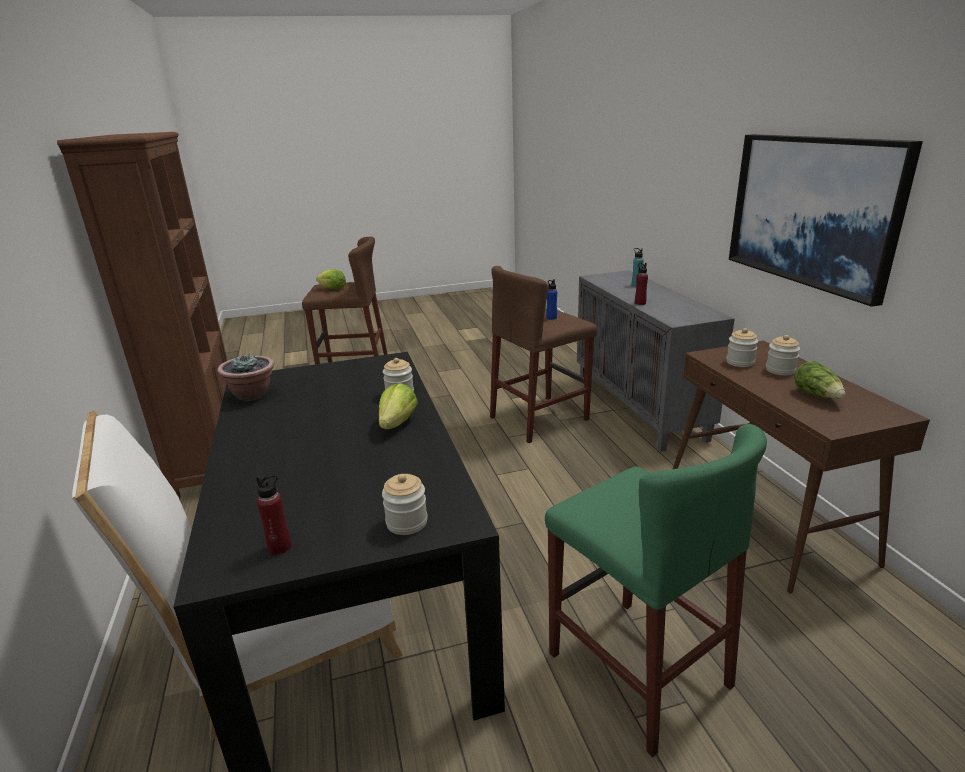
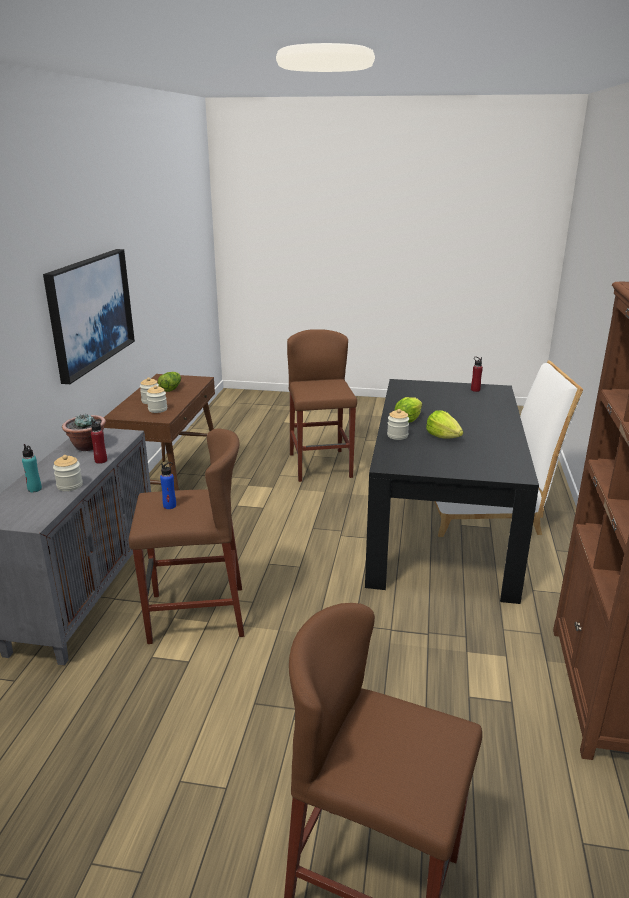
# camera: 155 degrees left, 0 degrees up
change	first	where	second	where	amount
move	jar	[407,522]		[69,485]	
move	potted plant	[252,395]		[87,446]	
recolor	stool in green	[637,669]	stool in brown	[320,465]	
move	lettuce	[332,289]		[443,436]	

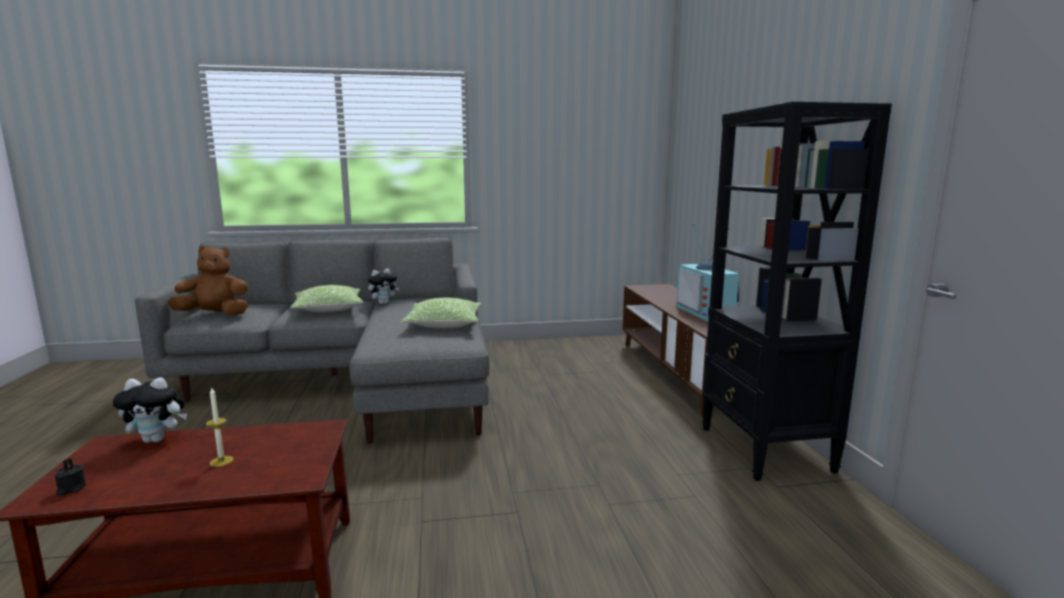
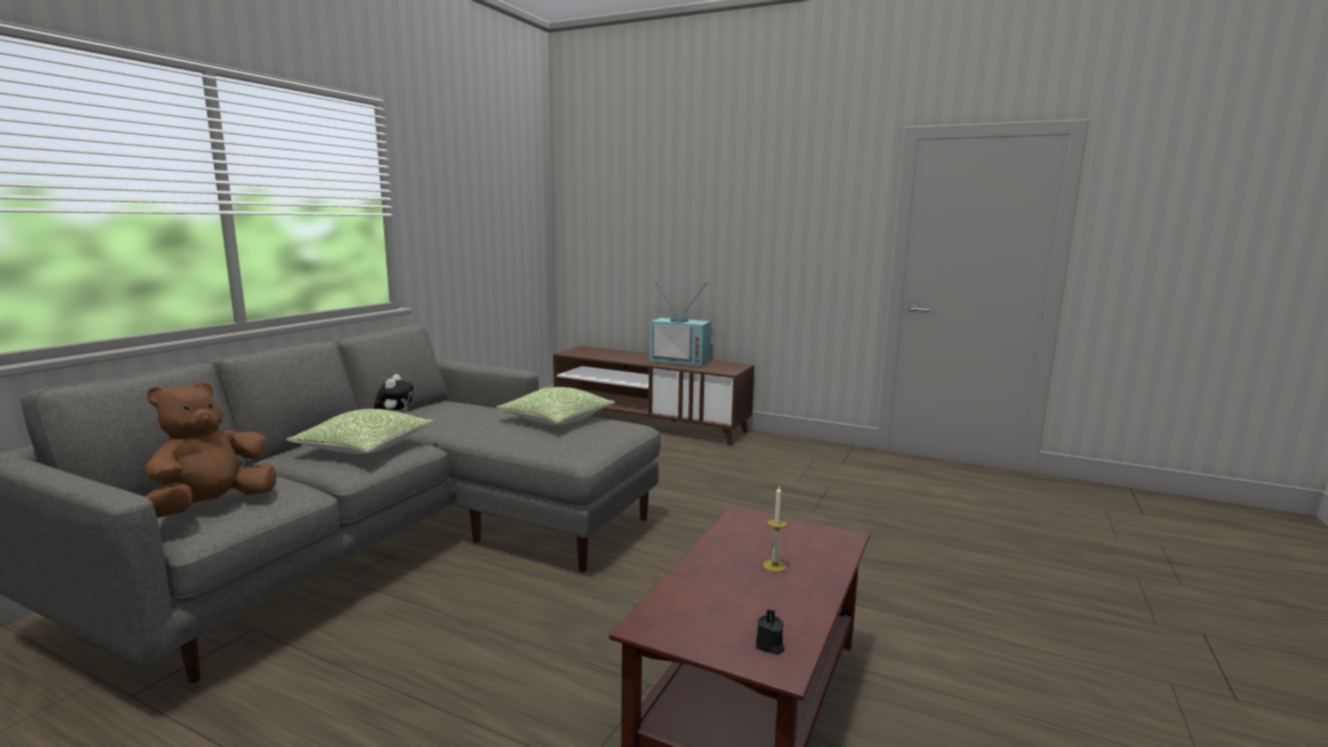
# camera: 55 degrees left, 0 degrees up
change	first	where	second	where	amount
delete	plush toy	[157,439]			
delete	bookcase in black	[765,450]			

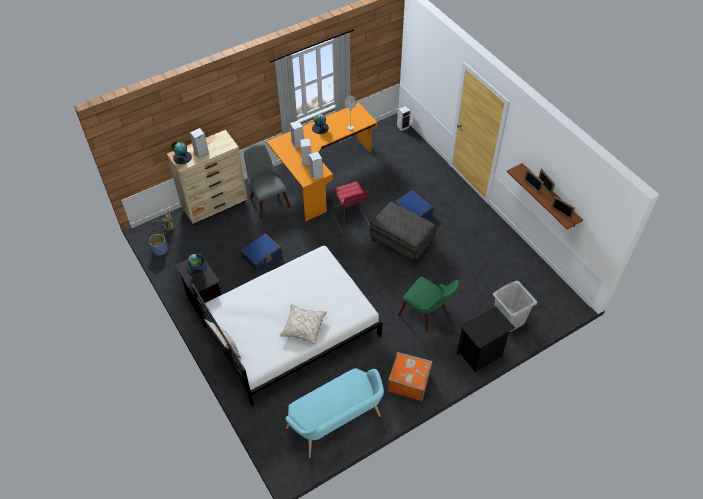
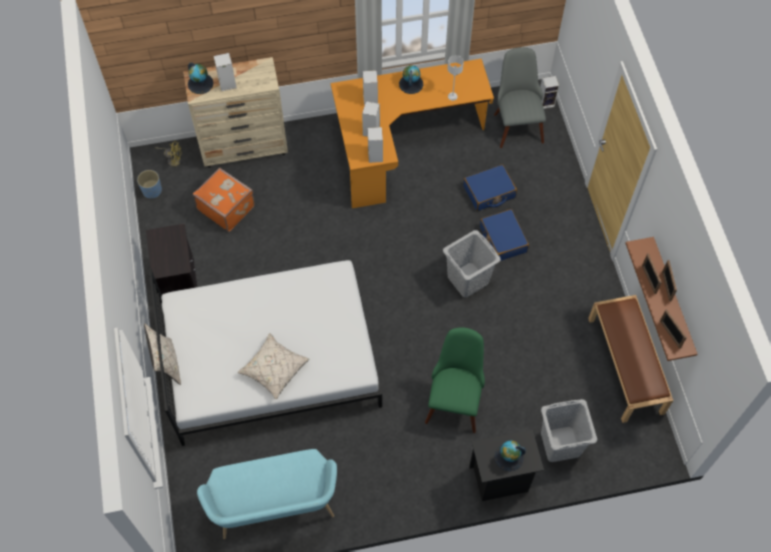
# camera: 20 degrees right, 10 degrees up
change	first	where	second	where	amount
move	suitcase in orange	[408,382]		[226,207]	
rotate	chair in green	[427,314]		[455,397]	135 degrees counterclockwise
replace	ottoman in grey	[402,241]	laundry basket in grey	[468,280]	
move	suitcase in blue	[261,255]		[489,192]	
move	chair in grey	[267,199]		[516,122]	
move	globe	[196,268]		[509,457]	
insert			bench in brown	[626,366]	
delete	stool in red	[351,221]			

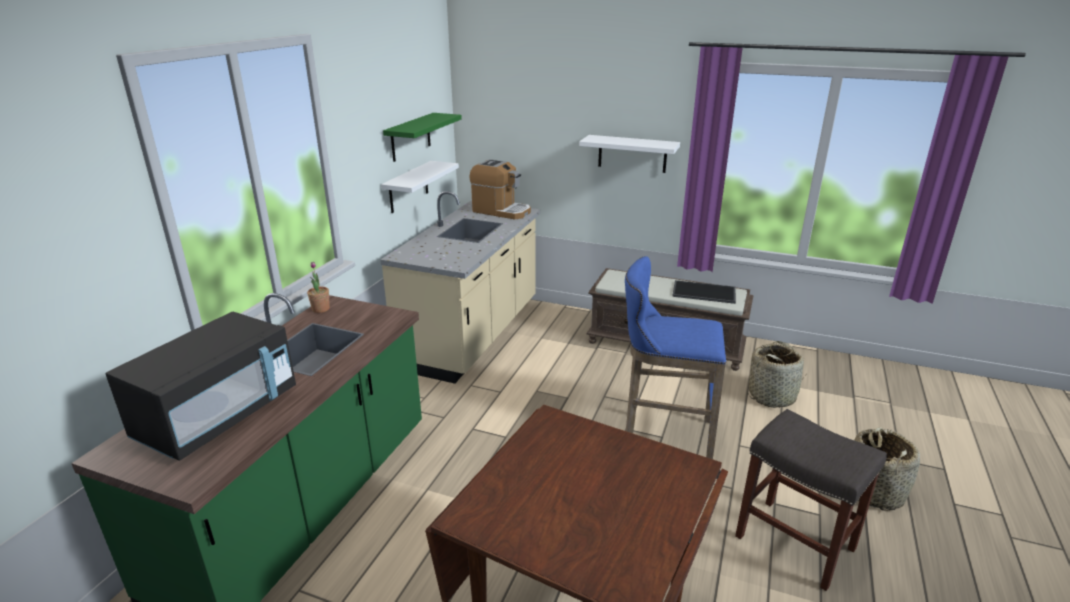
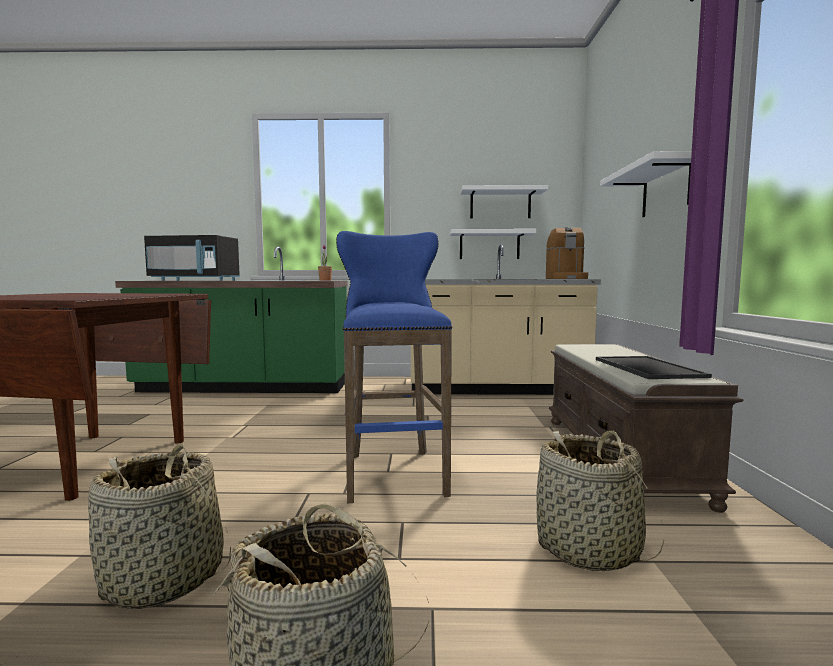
# camera: 70 degrees right, 20 degrees down
change	first	where	second	where	amount
replace	stool in grey	[796,543]	basket	[164,579]	
recolor	shelf in green	[410,137]	shelf in white	[500,204]	

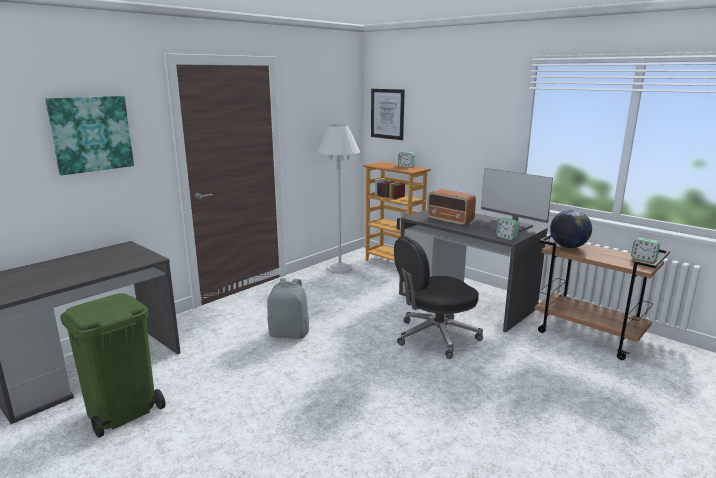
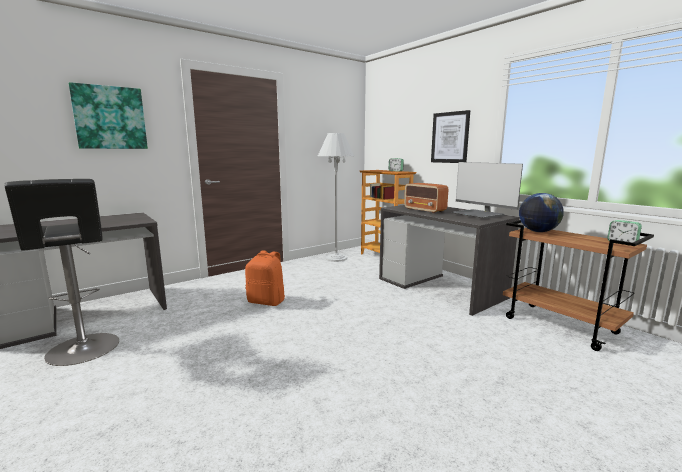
# camera: 10 degrees right, 5 degrees down
change	first	where	second	where	amount
replace	trash can in green	[121,411]	stool in black	[84,350]	
recolor	backpack in grey	[289,333]	backpack in orange	[267,301]	
move	picture	[387,114]		[450,137]	
delete	office chair in black	[435,336]			
delete	alarm clock	[506,237]			

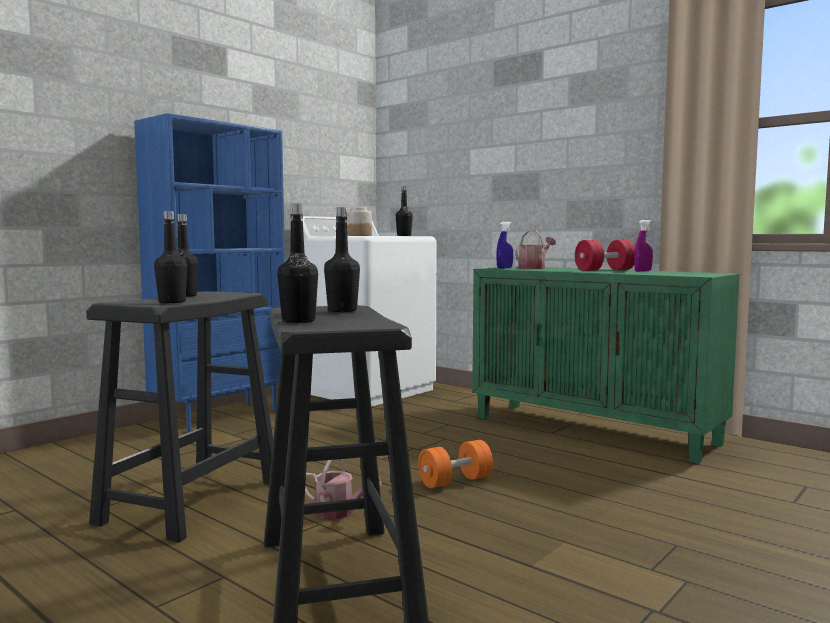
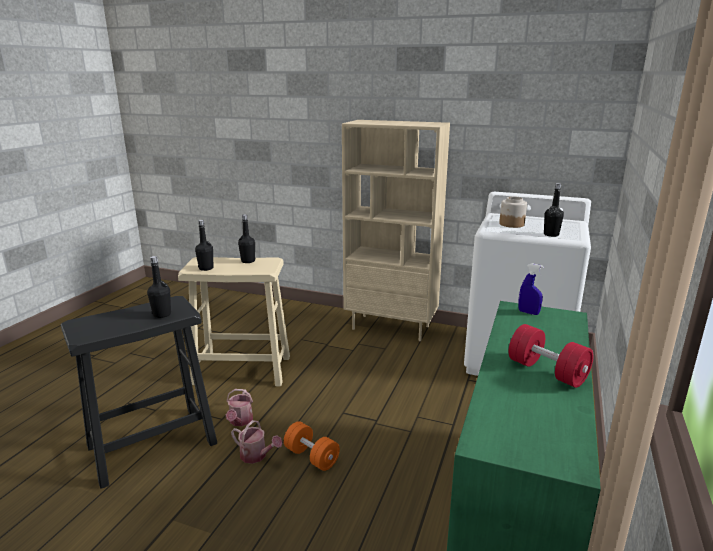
# camera: 70 degrees right, 15 degrees up
change	first	where	second	where	amount
recolor	stool in black	[193,501]	stool in beige	[243,370]	
move	watering can	[534,268]		[256,456]	
recolor	bookcase in blue	[220,416]	bookcase in beige	[391,327]	
delete	bottle in black	[298,321]			
delete	spray bottle in purple	[643,271]			

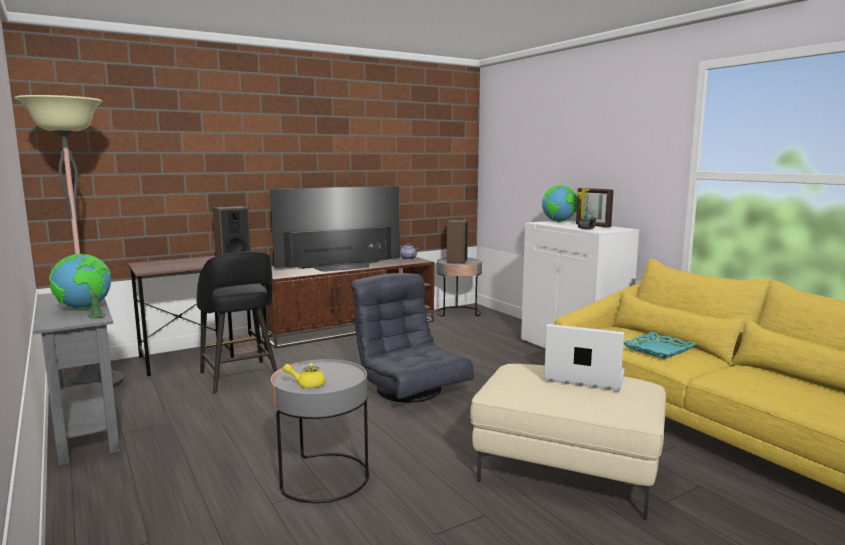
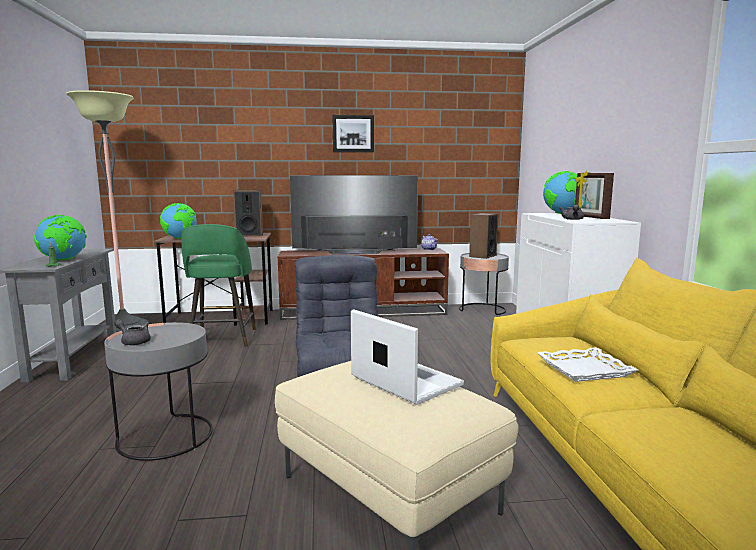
# camera: 25 degrees right, 0 degrees up
change	first	where	second	where	amount
recolor	teapot in yellow	[307,384]	teapot in grey	[133,341]	
insert			globe	[180,238]	
recolor	stool in black	[240,377]	stool in green	[222,339]	
insert			picture	[353,134]	
recolor	tray in turquoise	[658,350]	tray in white	[585,370]	

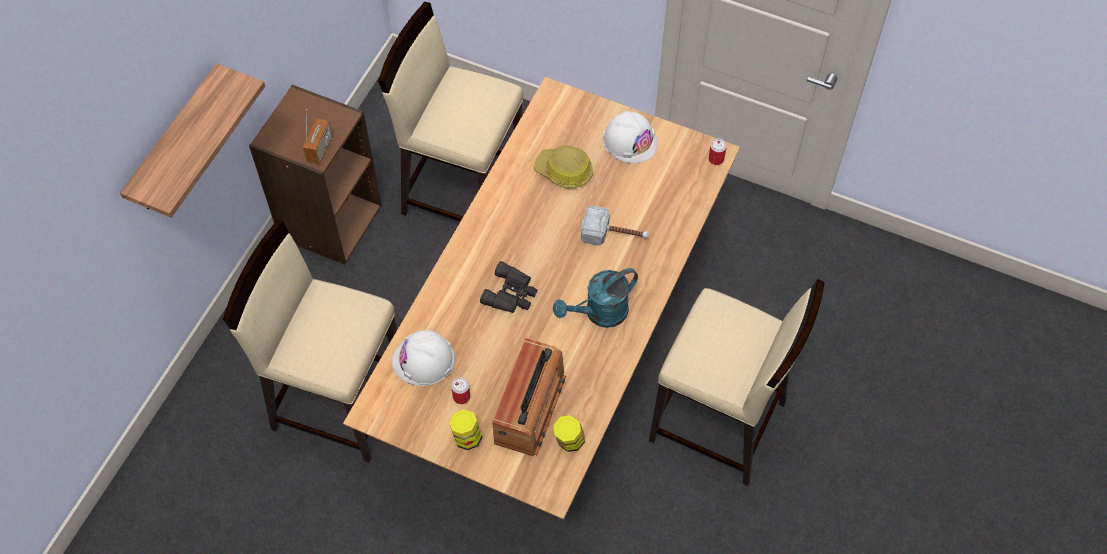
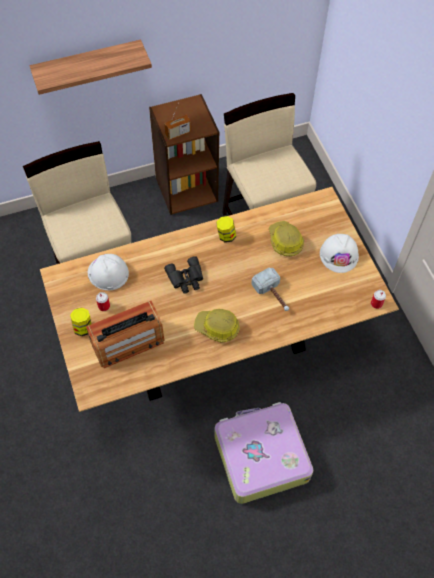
# camera: 45 degrees right, 0 degrees up
change	first	where	second	where	amount
replace	watering can in turquoise	[599,314]	hard hat	[217,328]	
replace	stool in beige	[718,423]	suitcase	[260,456]	
move	jar	[569,441]		[226,236]	

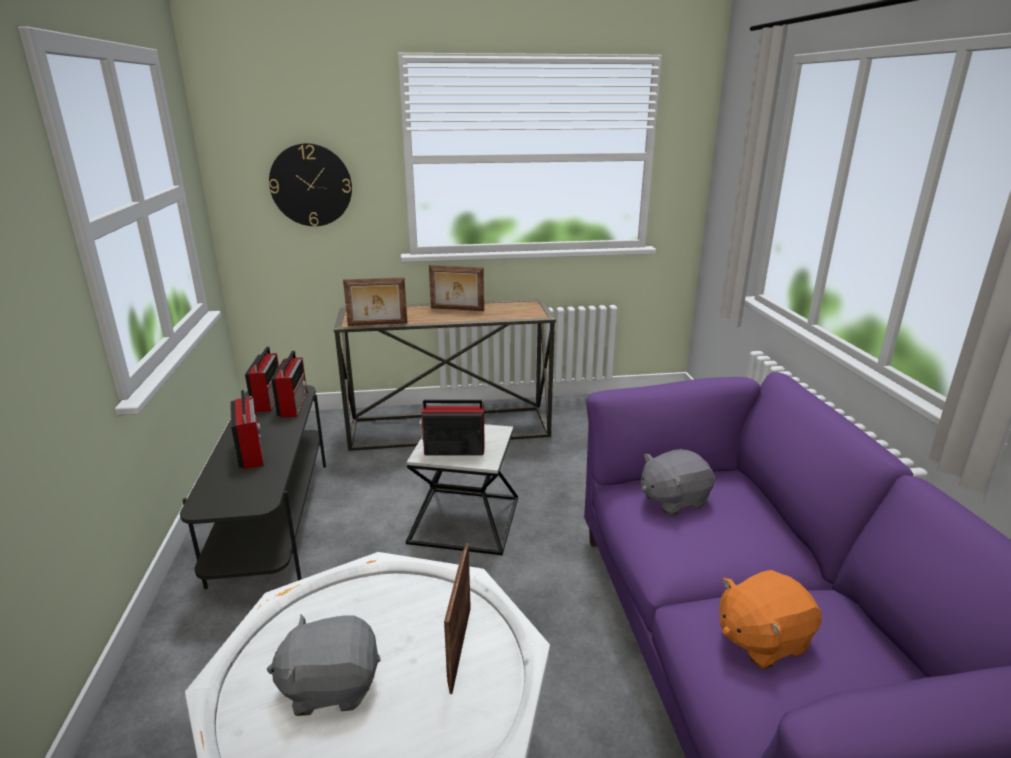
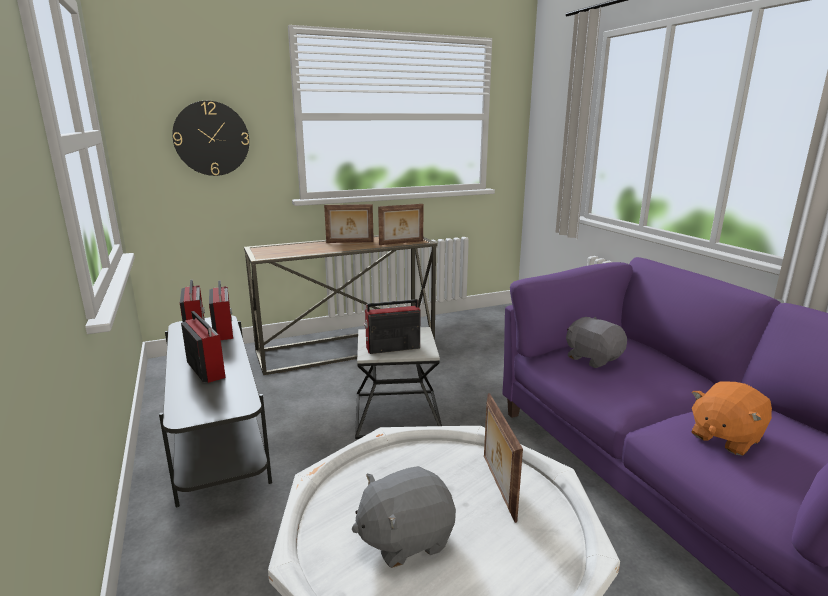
# camera: 15 degrees left, 5 degrees down
change	first	where	second	where	amount
move	picture frame	[377,324]		[401,243]	
rotate	plush toy in grey	[673,500]		[593,358]	90 degrees clockwise

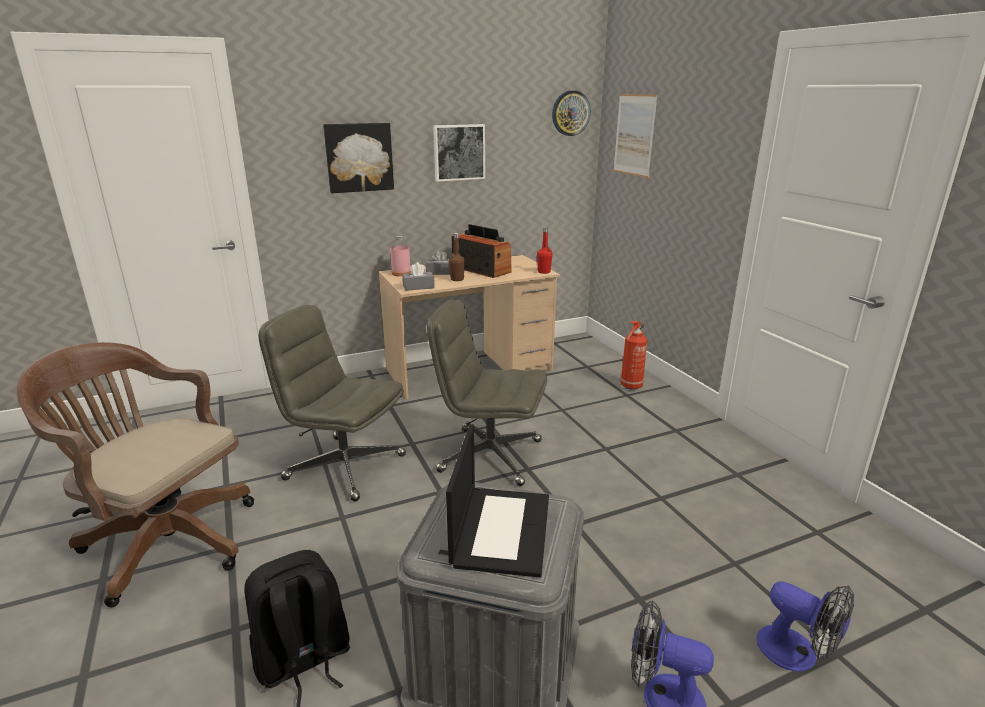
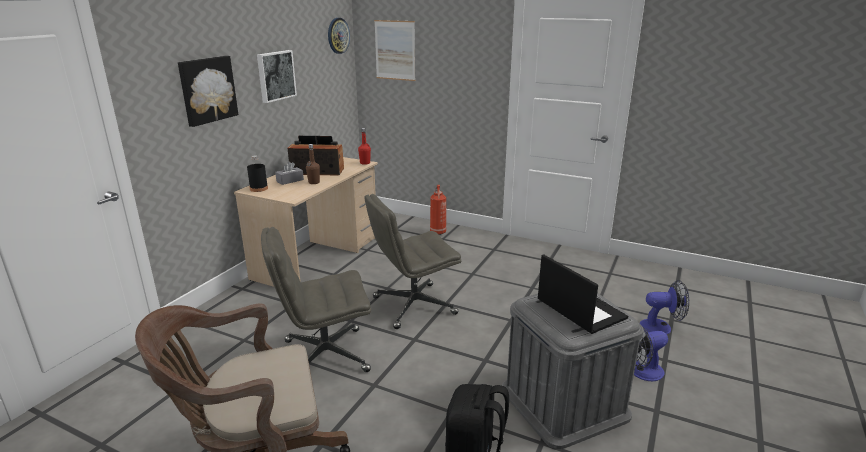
# camera: 40 degrees left, 0 degrees up
change	first	where	second	where	amount
recolor	bottle in pink	[401,273]	bottle in black	[259,188]	
delete	tissue box in grey	[418,287]			

